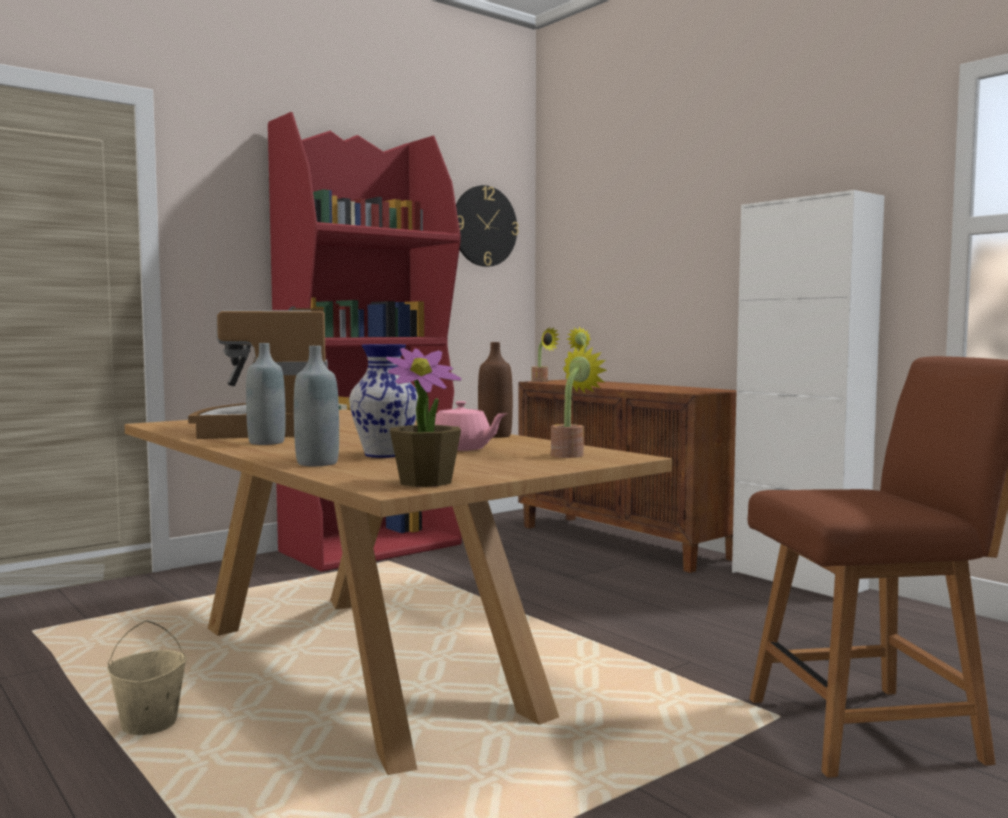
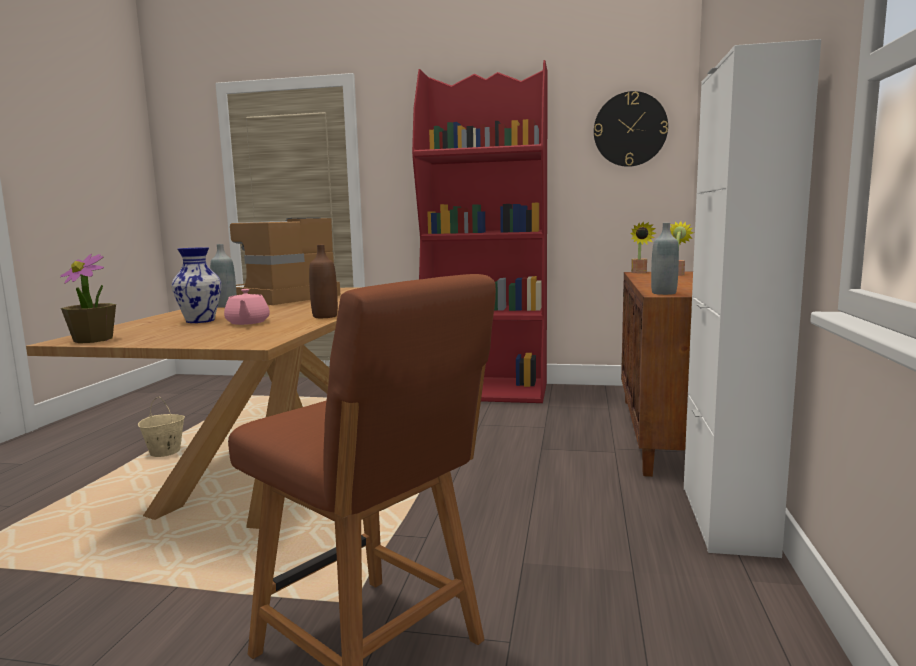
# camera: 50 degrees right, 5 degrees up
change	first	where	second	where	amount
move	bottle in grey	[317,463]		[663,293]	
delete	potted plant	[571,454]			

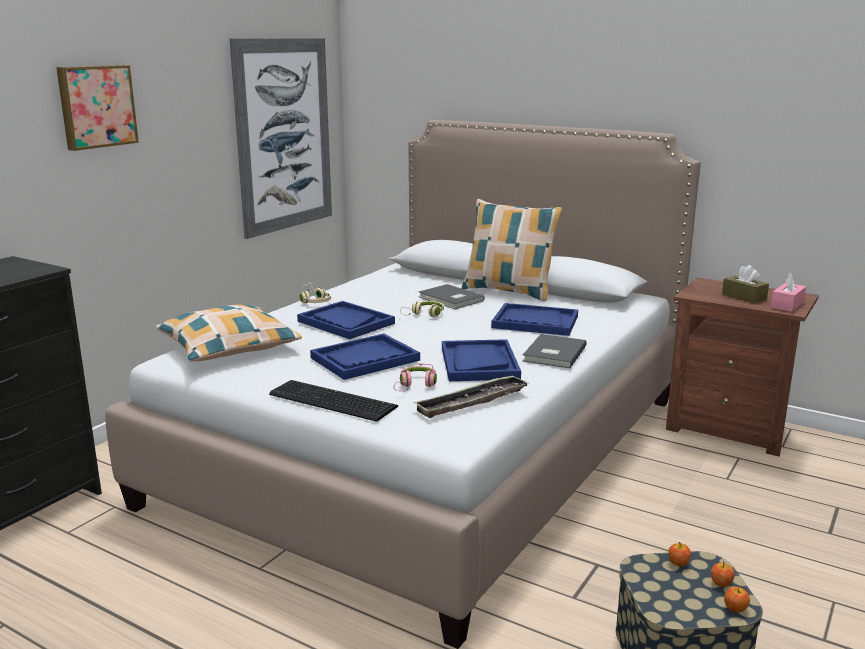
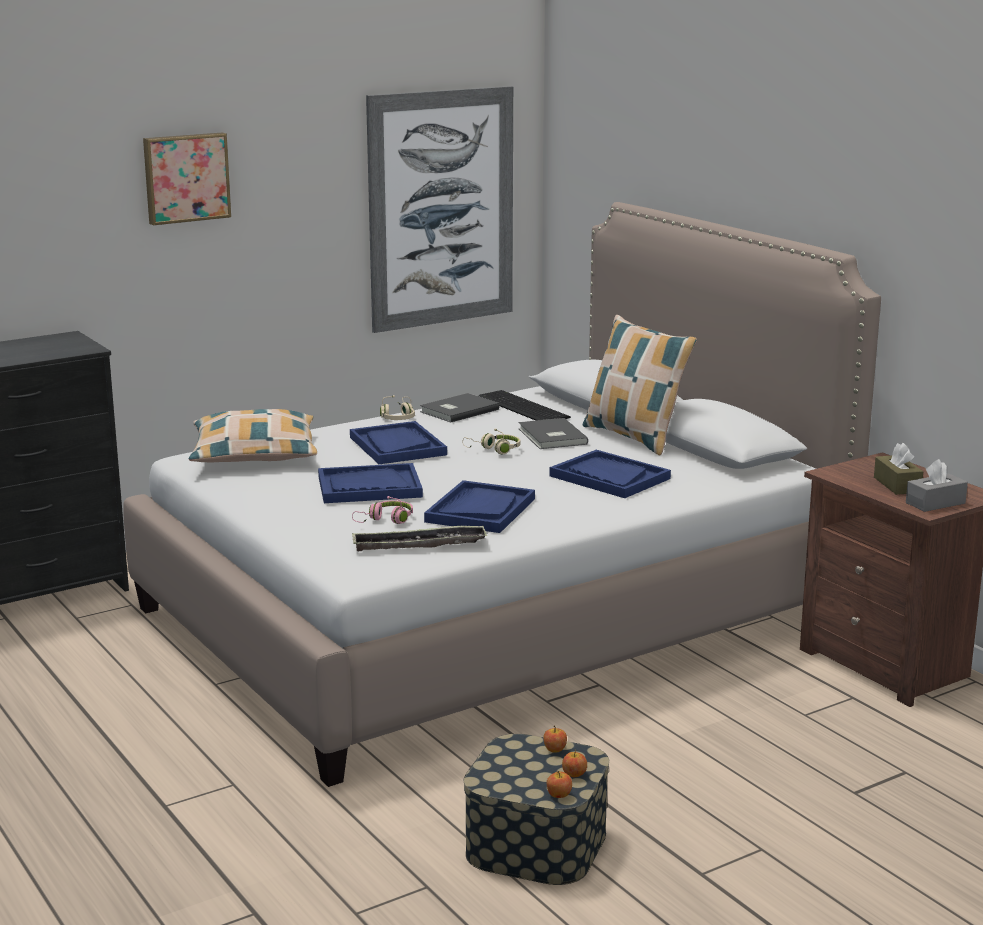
# camera: 25 degrees right, 0 degrees up
change	first	where	second	where	amount
move	book in grey	[552,353]		[457,410]	
move	keyboard	[332,401]		[522,408]	
recolor	tissue box in pink	[787,305]	tissue box in grey	[935,503]	

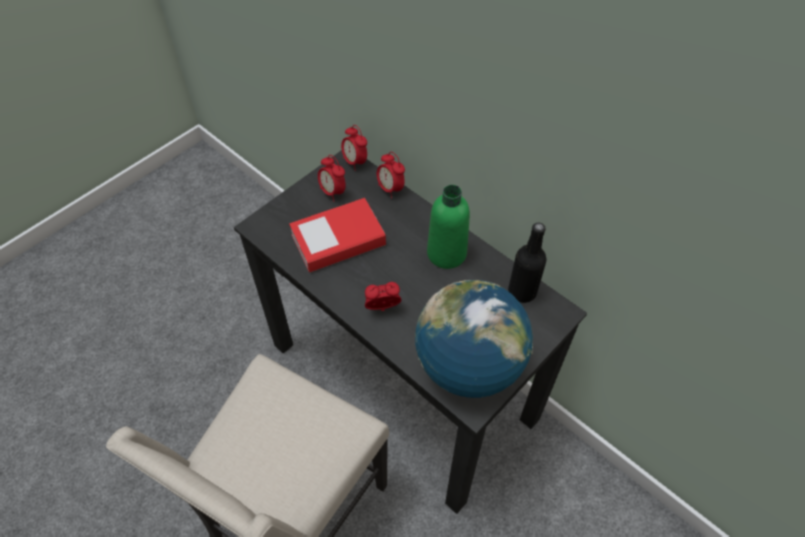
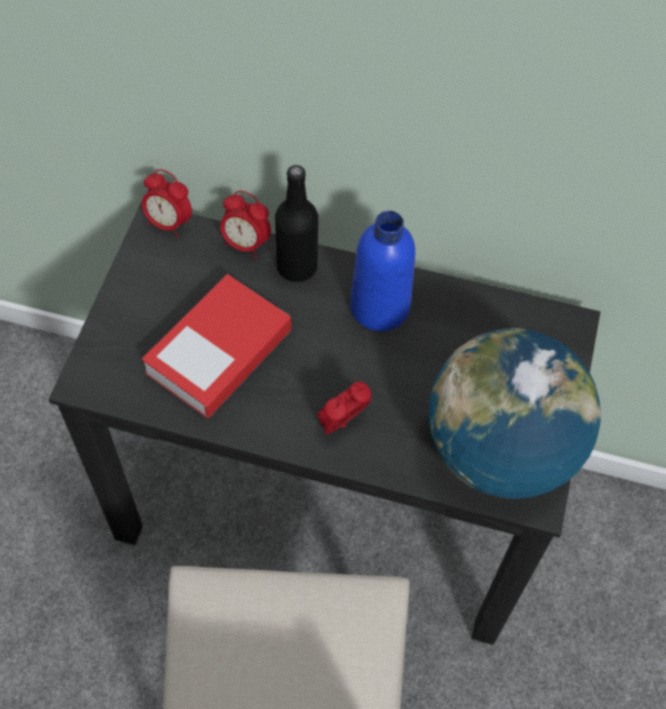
# camera: 30 degrees left, 5 degrees up
change	first	where	second	where	amount
move	bottle in black	[522,292]		[297,267]	
recolor	bottle in green	[446,253]	bottle in blue	[380,307]	
delete	alarm clock	[333,192]			

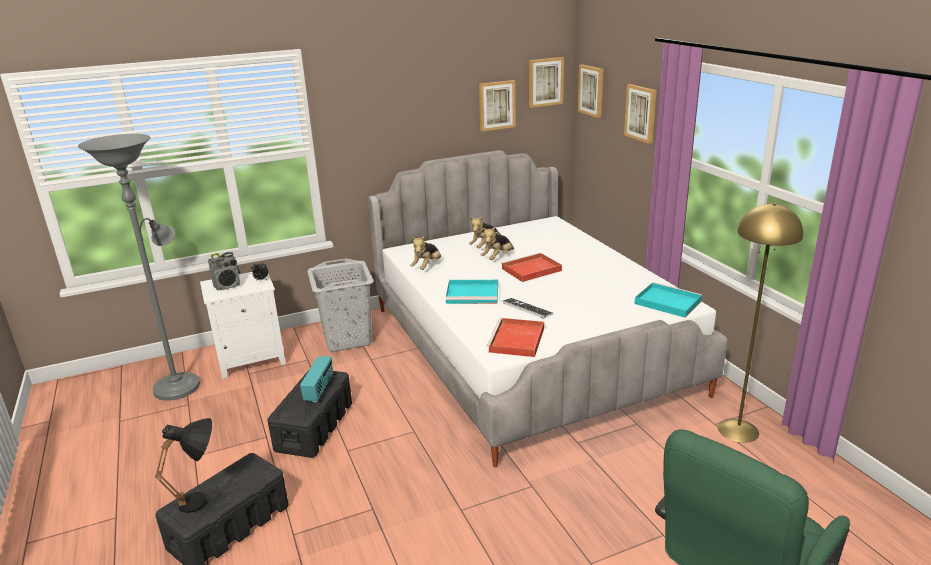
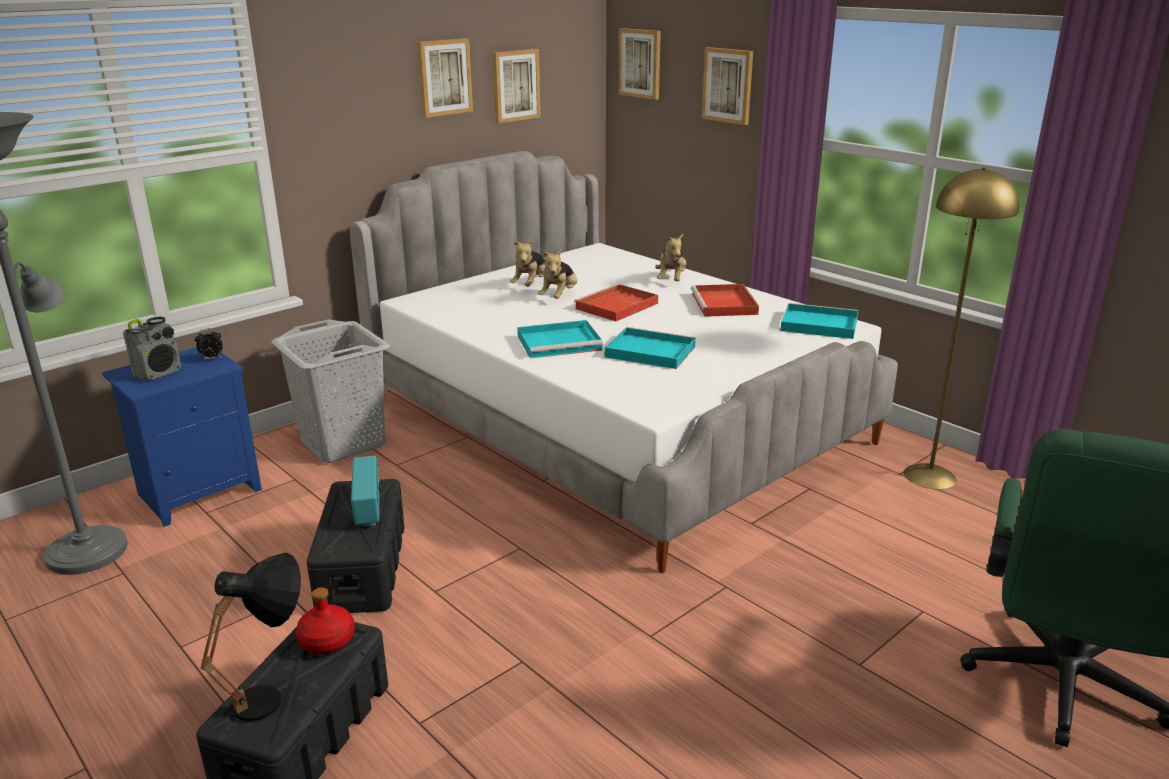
# camera: 20 degrees left, 0 degrees up
change	first	where	second	where	amount
recolor	nightstand in white	[252,359]	nightstand in blue	[200,491]	
insert			bottle in red	[327,641]	
move	picture	[545,82]		[444,77]	
replace	keyboard	[527,309]	tray in turquoise	[648,351]	
move	plush toy	[427,267]		[671,280]	
move	tray in red	[517,340]		[725,304]	

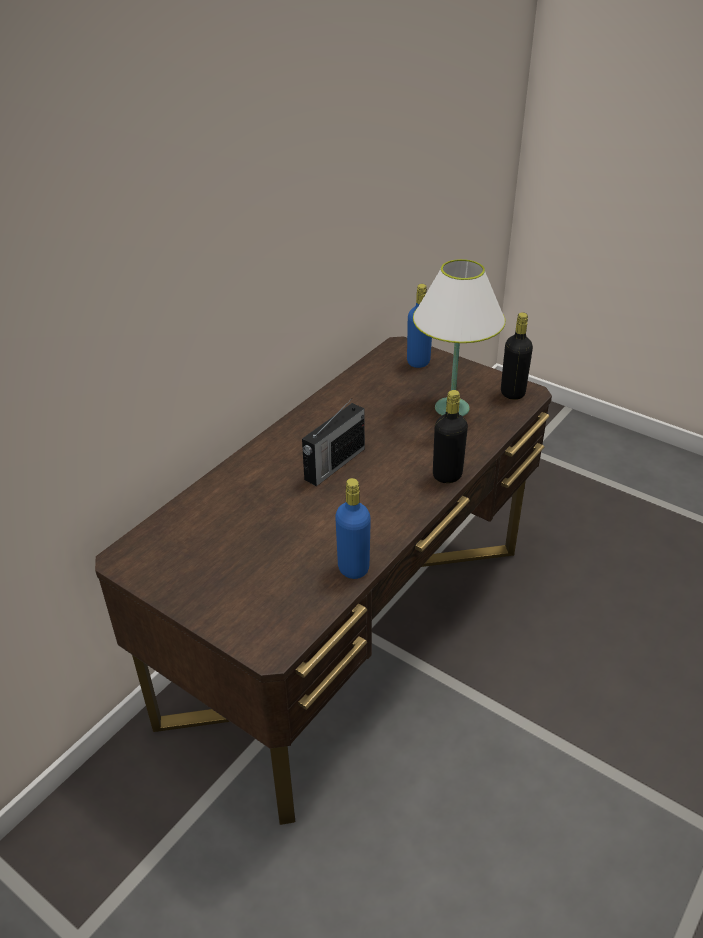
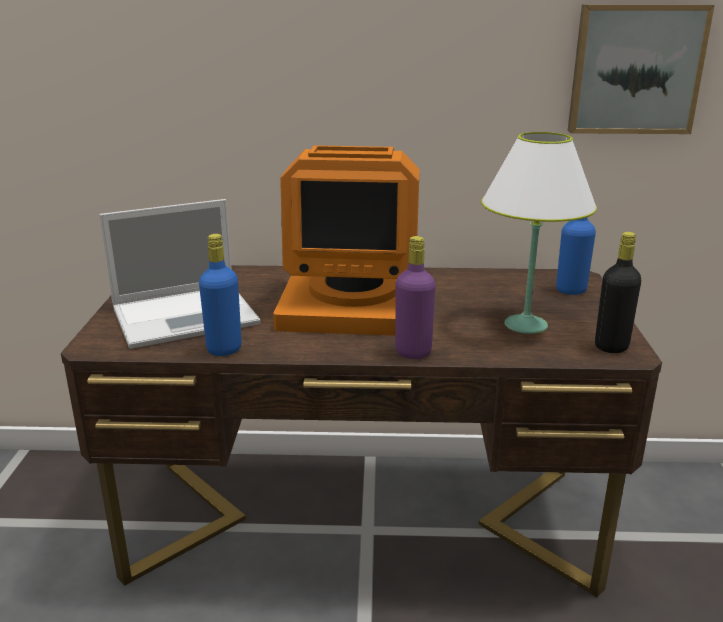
# camera: 55 degrees right, 15 degrees down
change	first	where	second	where	amount
insert			laptop	[188,315]	
replace	radio	[333,464]	monitor	[355,302]	
recolor	bottle in black	[447,475]	bottle in purple	[413,352]	
insert			picture	[635,69]	

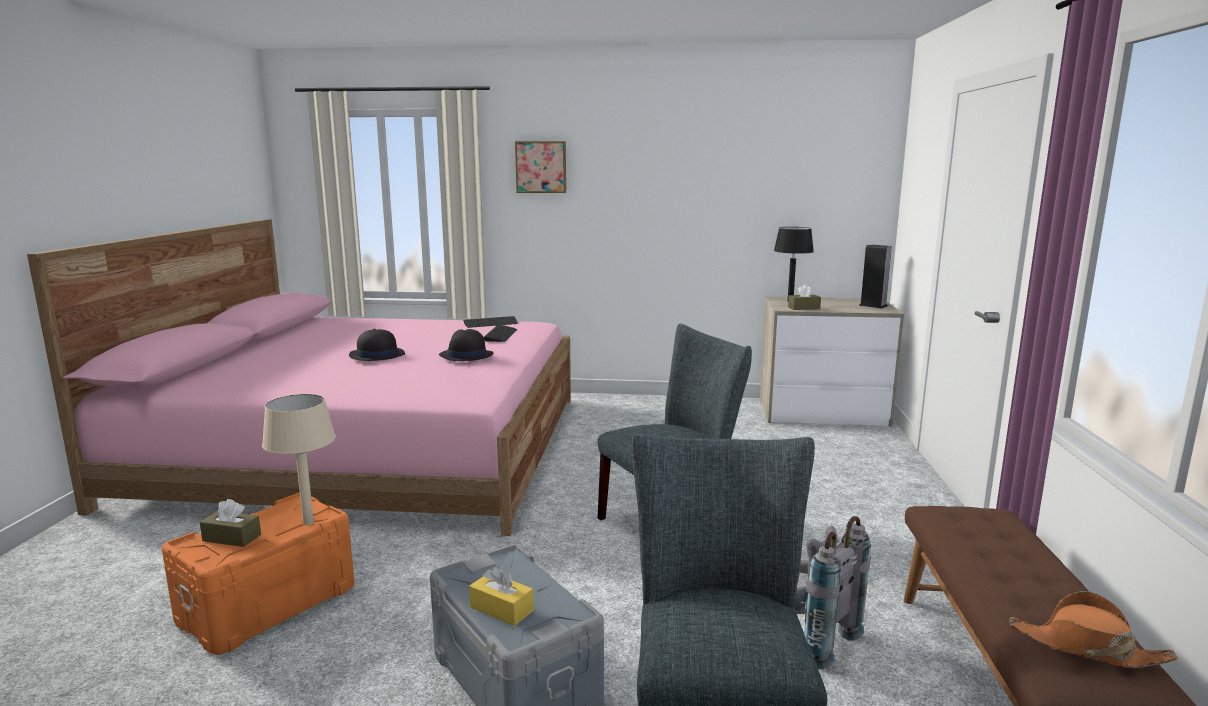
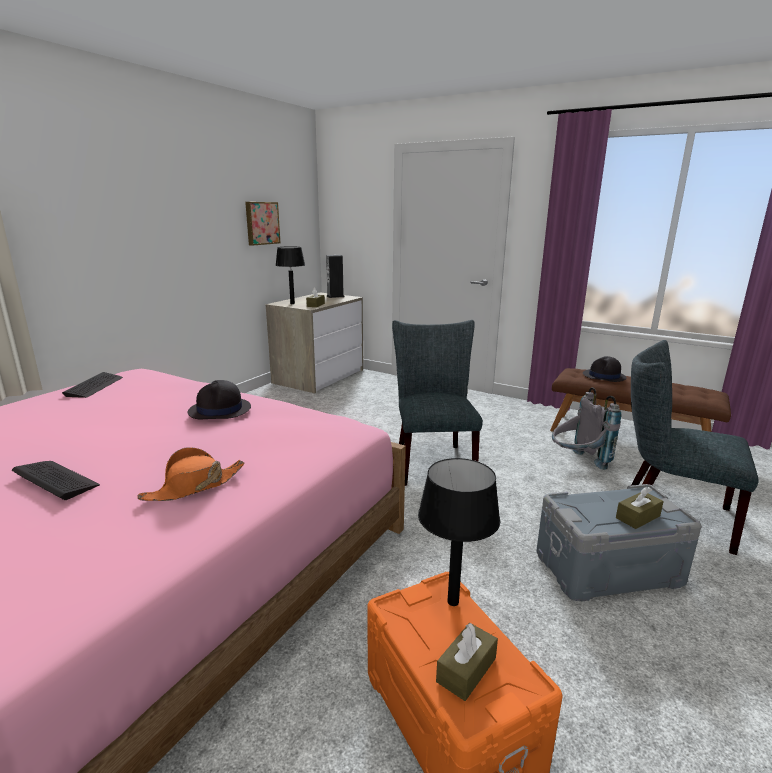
# camera: 65 degrees left, 5 degrees up
change	first	where	second	where	amount
move	keyboard	[500,335]		[56,480]	
move	hat in orange	[1087,648]		[194,486]	
move	picture	[541,167]		[261,223]	
recolor	table lamp in beige	[308,523]	table lamp in black	[452,602]	
move	hat in black	[377,355]		[604,376]	
recolor	tissue box in yellow	[502,609]	tissue box in brown	[637,517]	

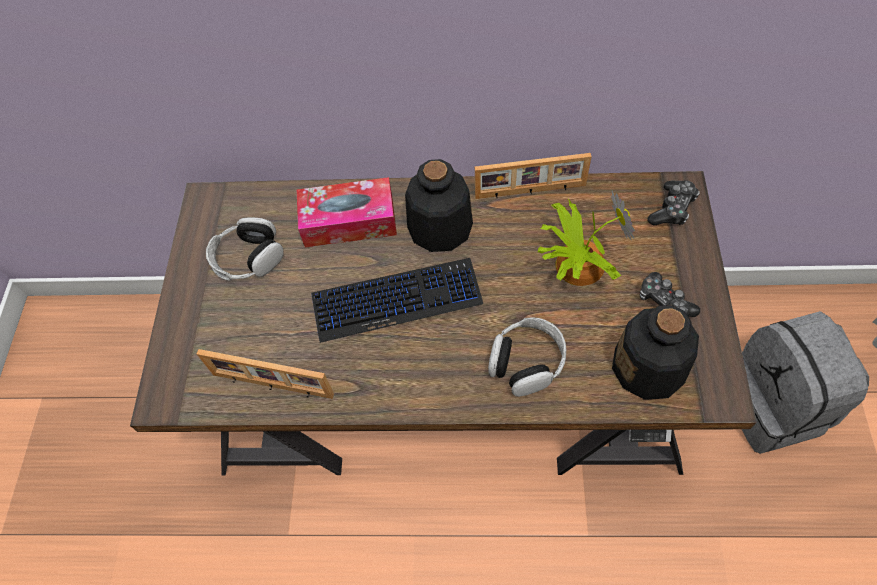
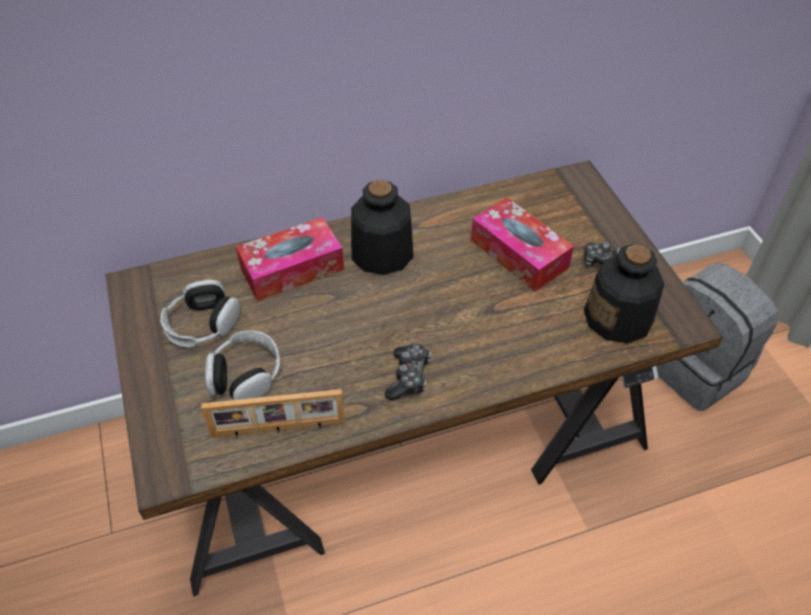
# camera: 25 degrees left, 10 degrees down
change	first	where	second	where	amount
move	headphones	[526,362]		[245,376]	
move	game controller	[672,209]		[408,377]	
replace	potted plant	[576,264]	tissue box	[519,254]	
delete	keyboard	[397,300]			
delete	picture frame	[530,192]			

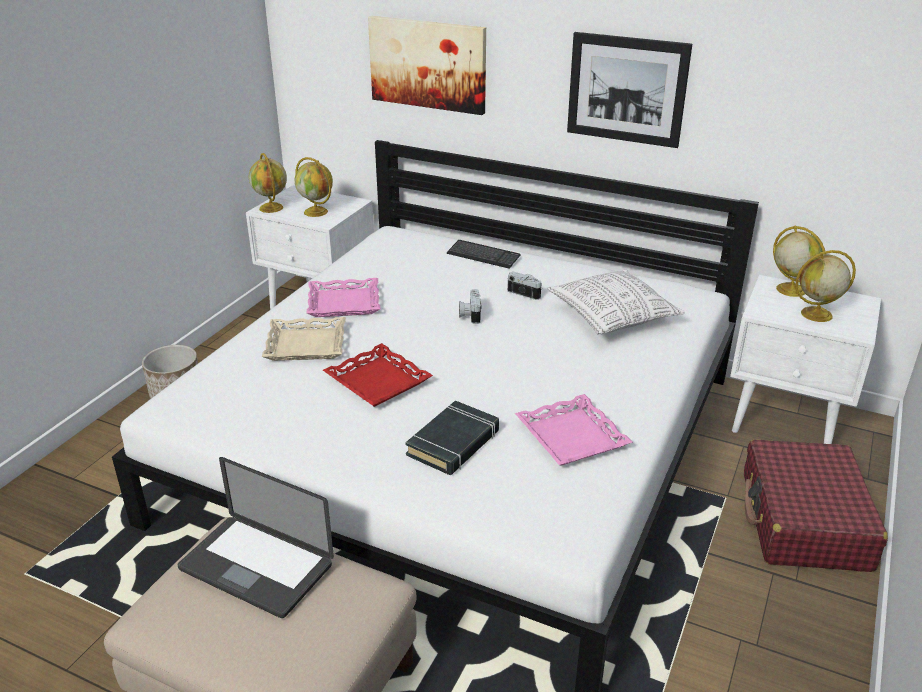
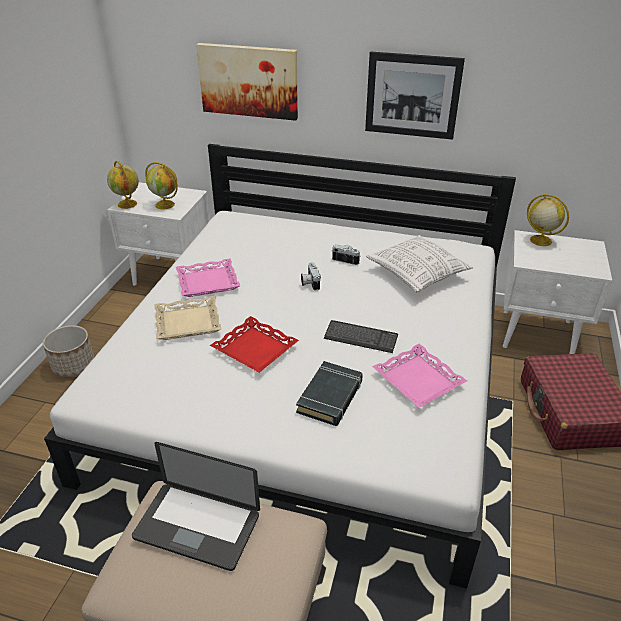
# camera: 10 degrees left, 5 degrees up
change	first	where	second	where	amount
move	keyboard	[483,256]		[360,338]	
delete	globe	[815,314]			

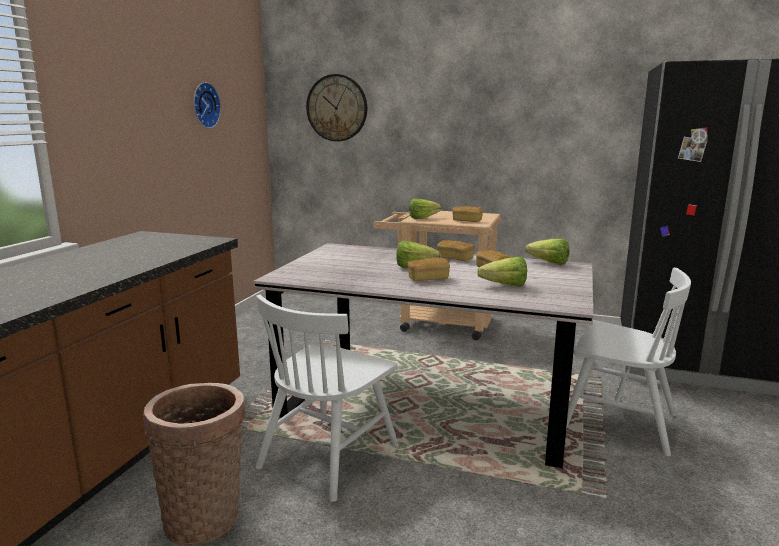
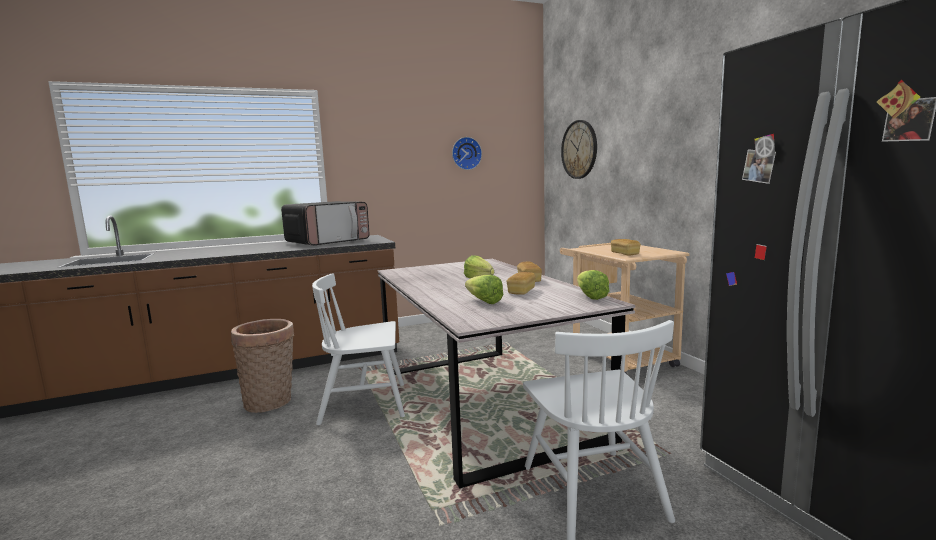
# camera: 50 degrees right, 5 degrees down
change	first	where	second	where	amount
insert			microwave	[328,242]	
delete	bread	[428,279]			
delete	lettuce	[425,218]			

